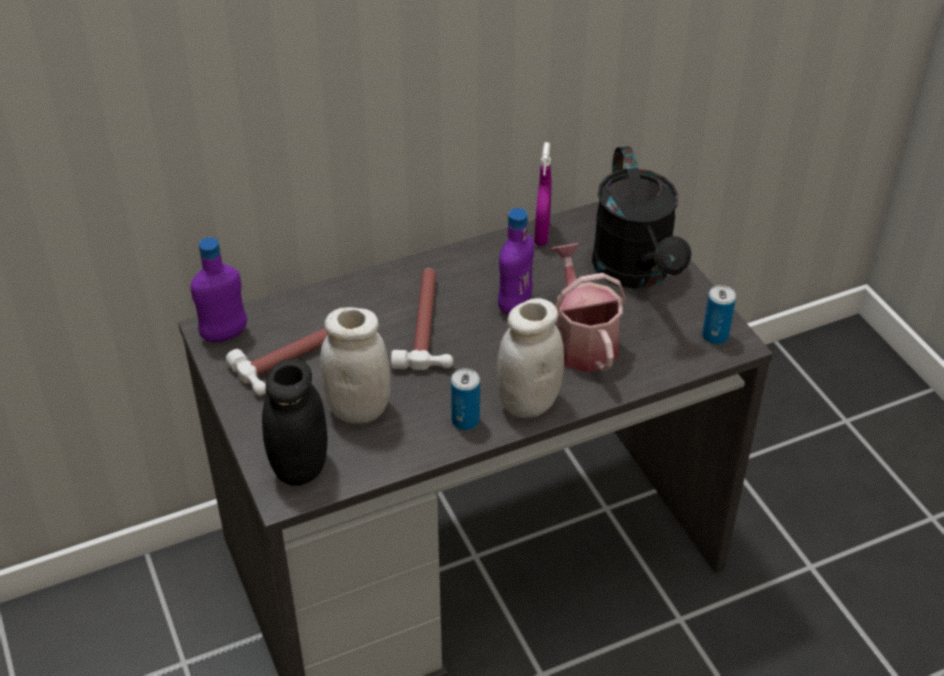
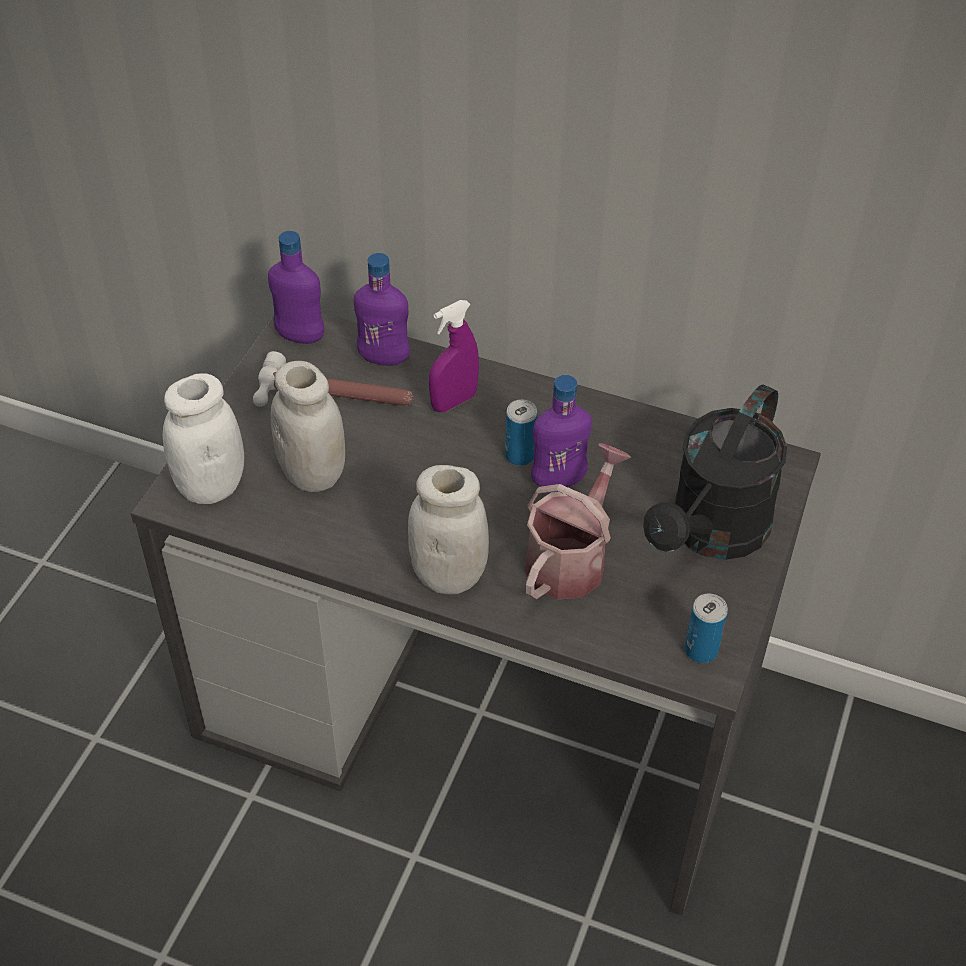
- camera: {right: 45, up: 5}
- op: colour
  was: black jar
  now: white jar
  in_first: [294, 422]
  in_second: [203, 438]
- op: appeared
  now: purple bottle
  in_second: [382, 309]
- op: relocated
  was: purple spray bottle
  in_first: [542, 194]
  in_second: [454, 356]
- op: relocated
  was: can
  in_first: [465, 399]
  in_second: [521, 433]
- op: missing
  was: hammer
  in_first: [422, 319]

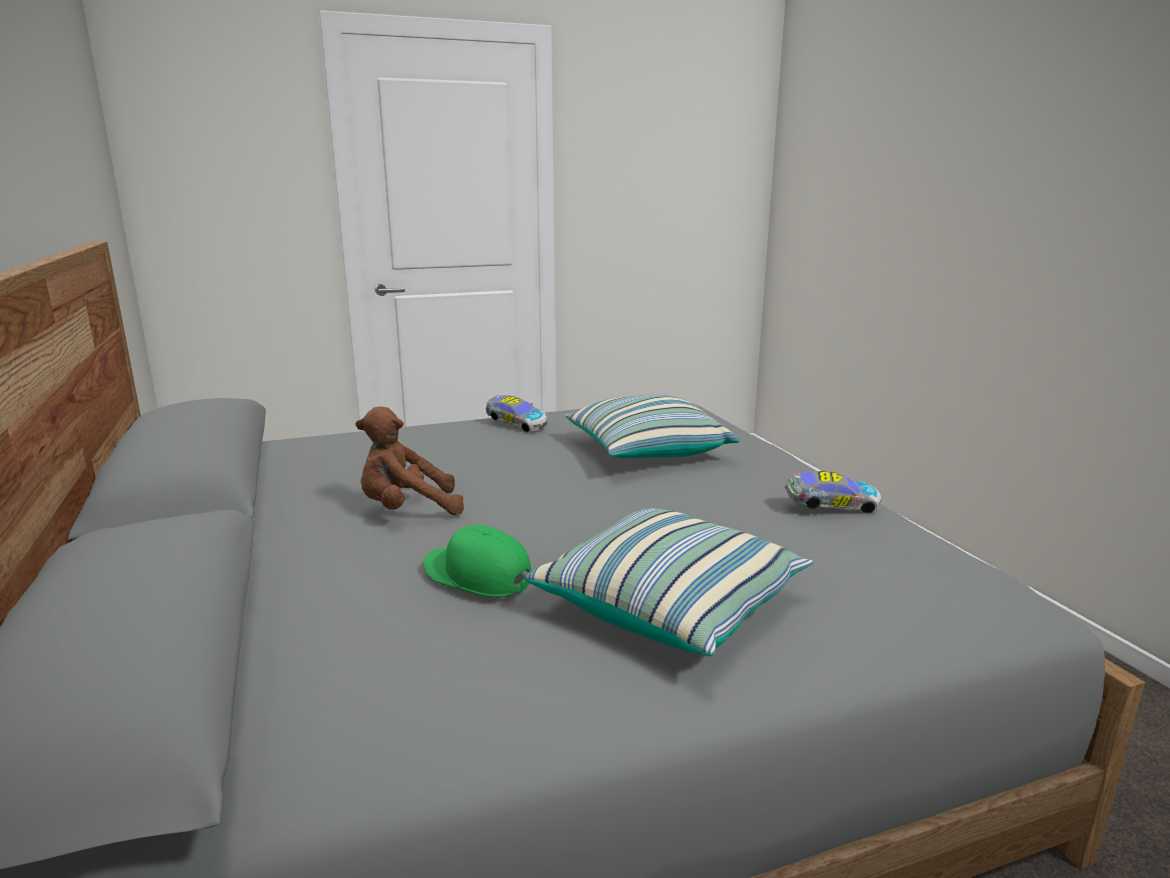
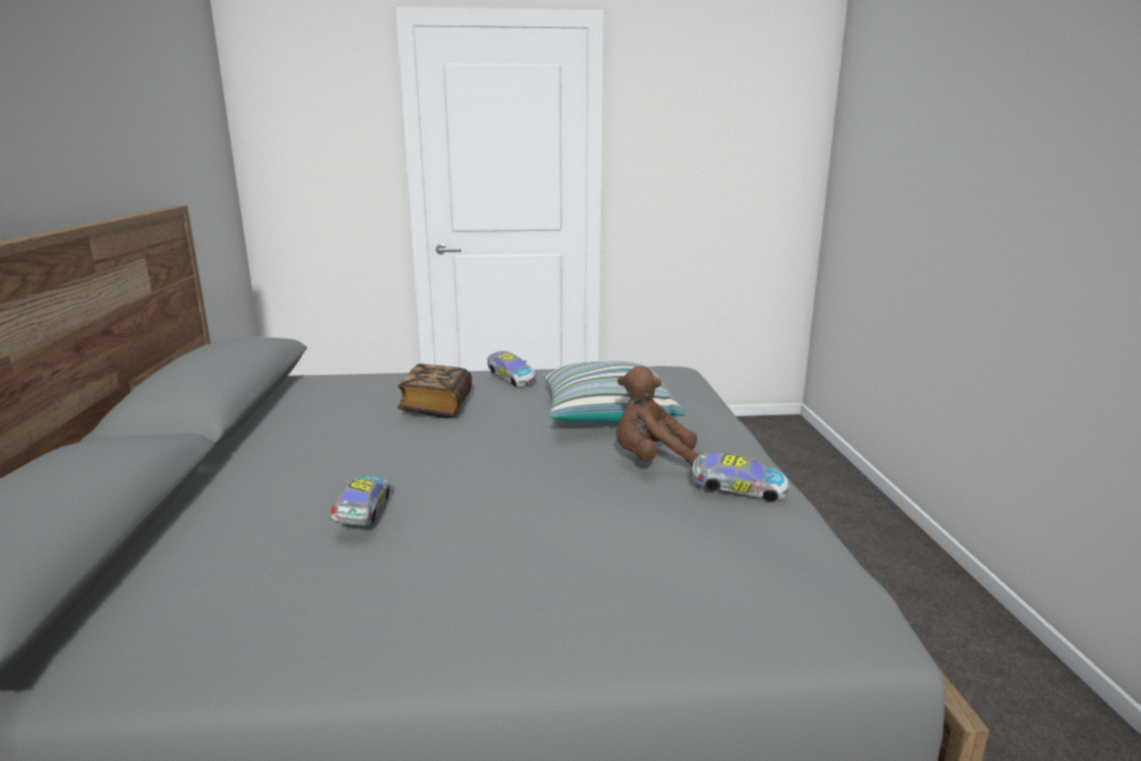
- camera: {right: 15, up: 0}
- op: exchanged
  was: green cap
  now: toy car
  in_first: [477, 561]
  in_second: [360, 501]
- op: appeared
  now: book
  in_second: [435, 391]
- op: relocated
  was: brown plush toy
  in_first: [409, 460]
  in_second: [659, 416]
- op: missing
  was: pillow
  in_first: [669, 582]

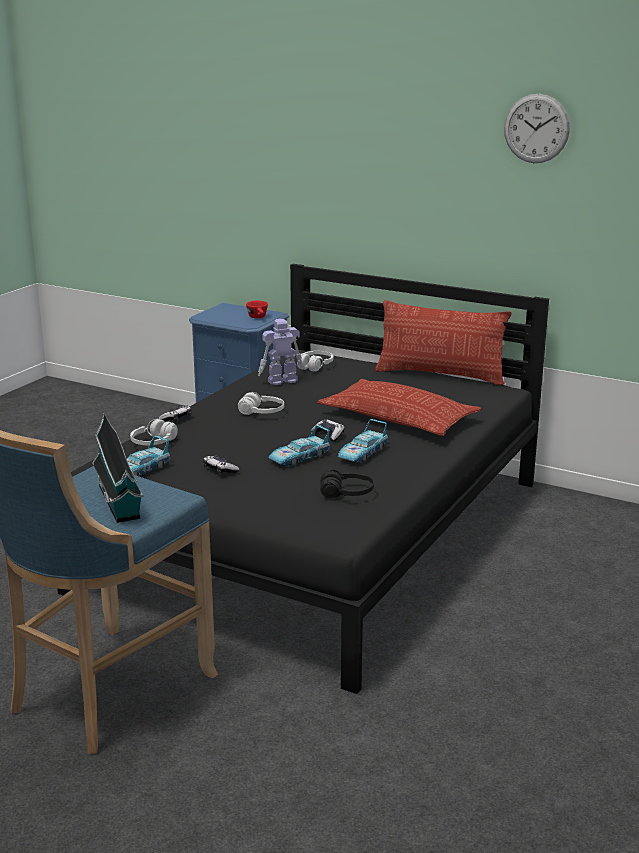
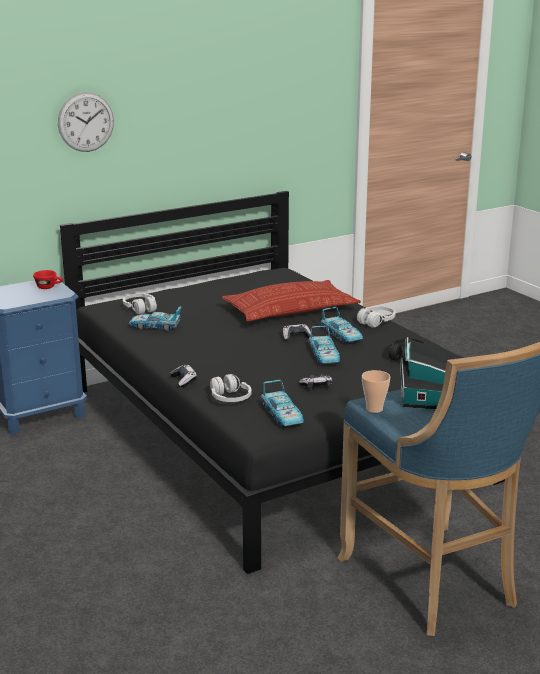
- camera: {right: -60, up: 0}
- op: relocated
  was: wall clock
  in_first: [537, 128]
  in_second: [86, 122]
- op: exchanged
  was: toy robot
  now: toy car
  in_first: [280, 352]
  in_second: [155, 319]
- op: relocated
  was: white headphones
  in_first: [261, 403]
  in_second: [376, 317]
- op: appeared
  now: cup
  in_second: [376, 391]
- op: missing
  was: pillow
  in_first: [443, 342]

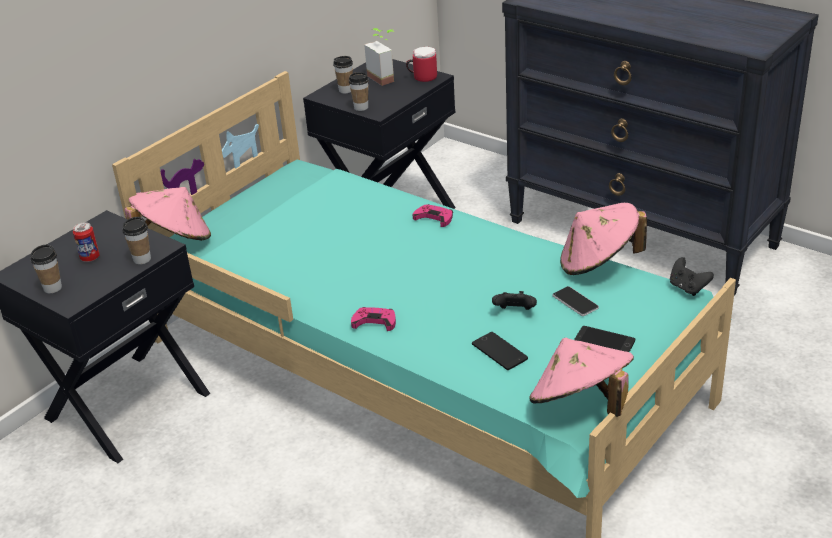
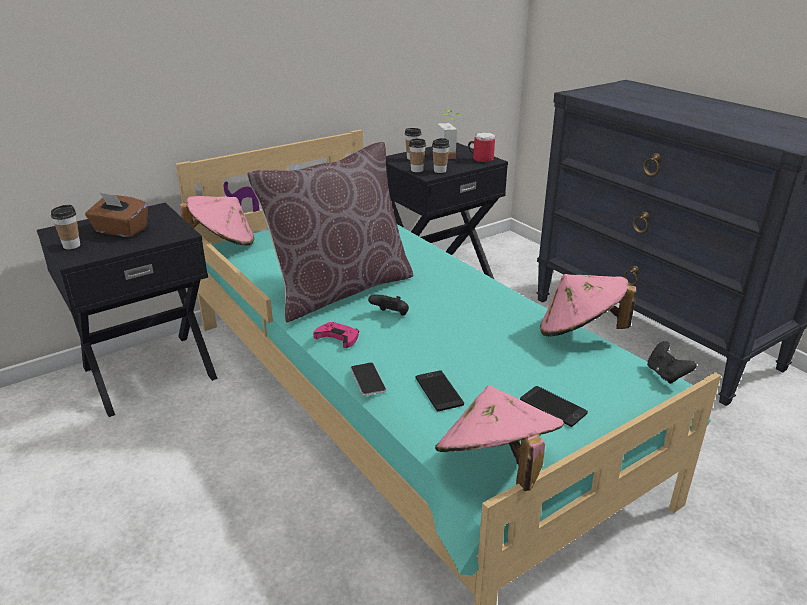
- camera: {right: 15, up: -5}
- op: exchanged
  was: can
  now: brown tissue box
  in_first: [86, 242]
  in_second: [116, 215]
- op: appeared
  now: brown pillow
  in_second: [330, 232]
- op: relocated
  was: phone
  in_first: [575, 301]
  in_second: [368, 379]
- op: relocated
  was: black game controller
  in_first: [514, 300]
  in_second: [388, 305]
- op: relocated
  was: cup
  in_first: [137, 240]
  in_second: [441, 155]
- op: missing
  was: pink game controller
  in_first: [433, 215]

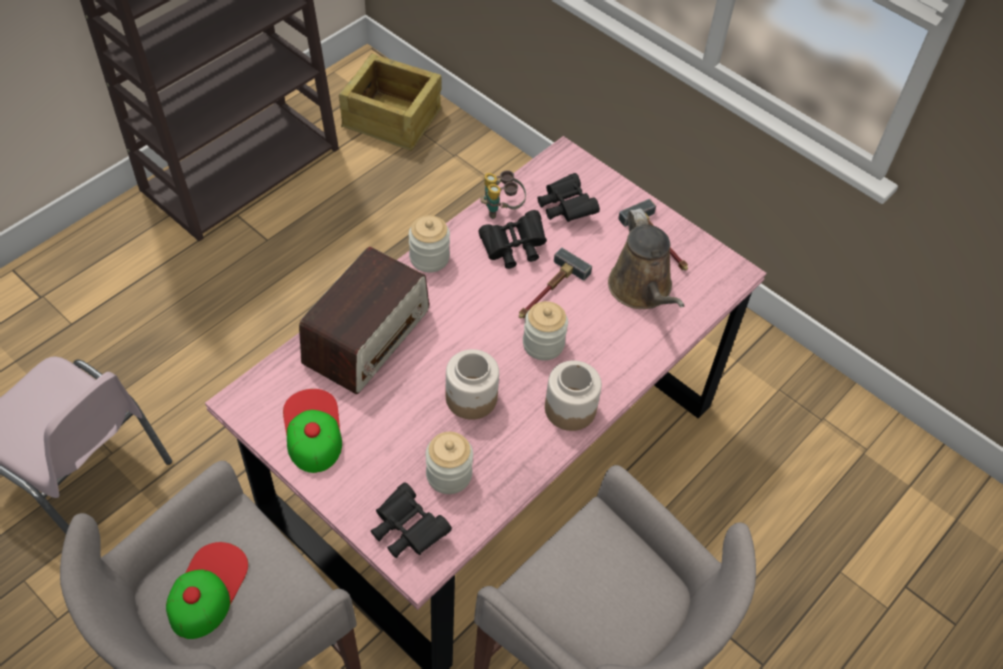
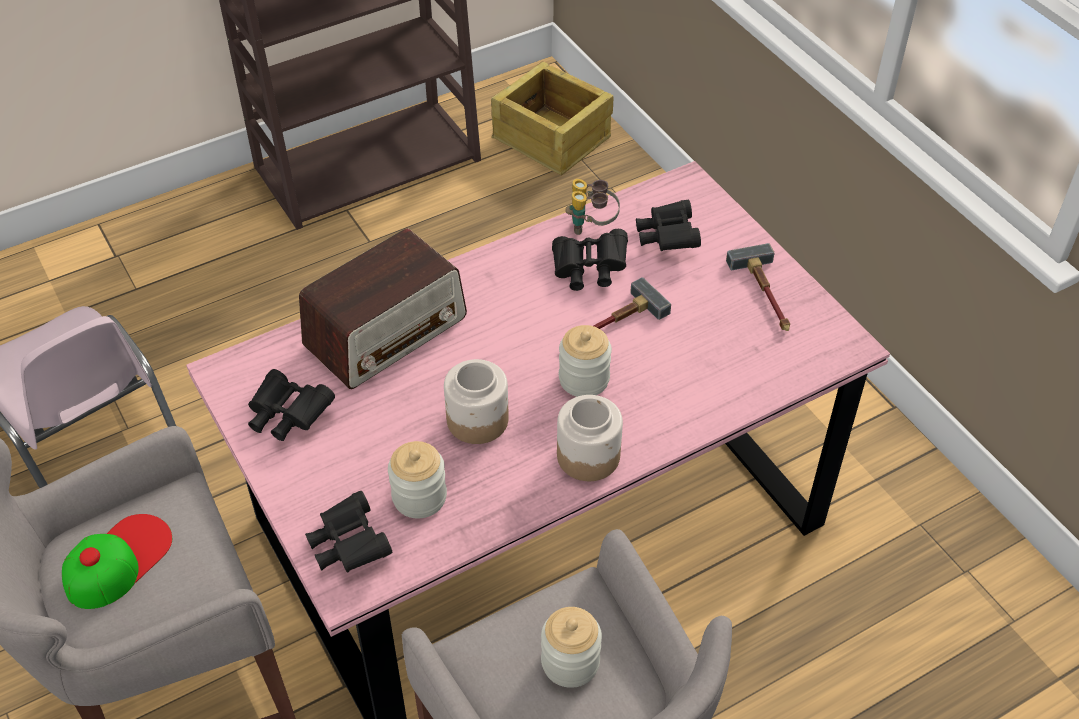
- camera: {right: 20, up: -5}
- op: exchanged
  was: cap
  now: black binoculars
  in_first: [312, 431]
  in_second: [291, 405]
- op: relocated
  was: jar
  in_first: [429, 244]
  in_second: [571, 647]
- op: missing
  was: brown watering can
  in_first: [646, 258]

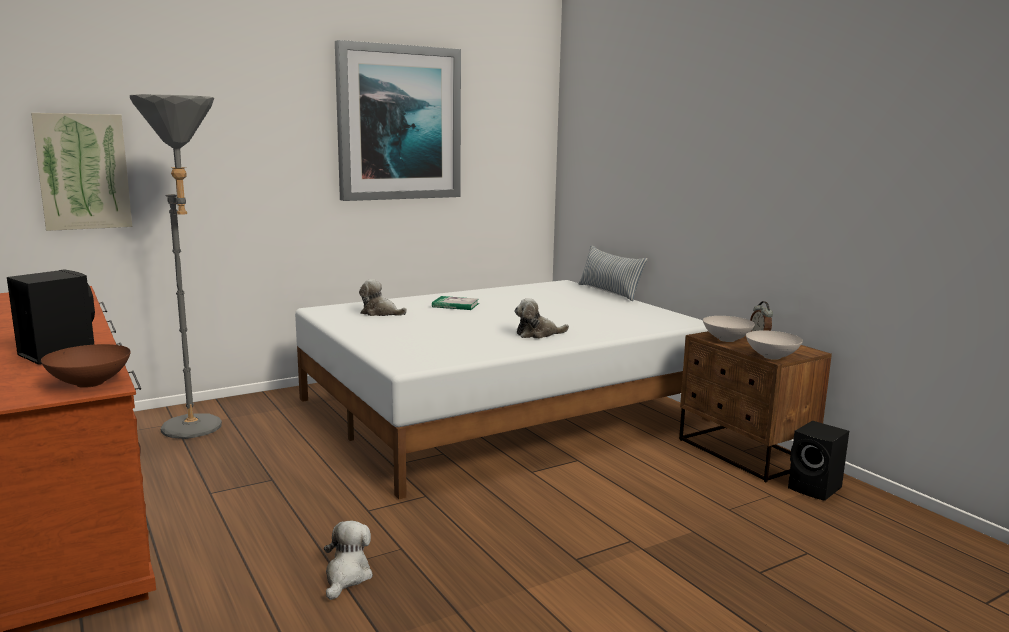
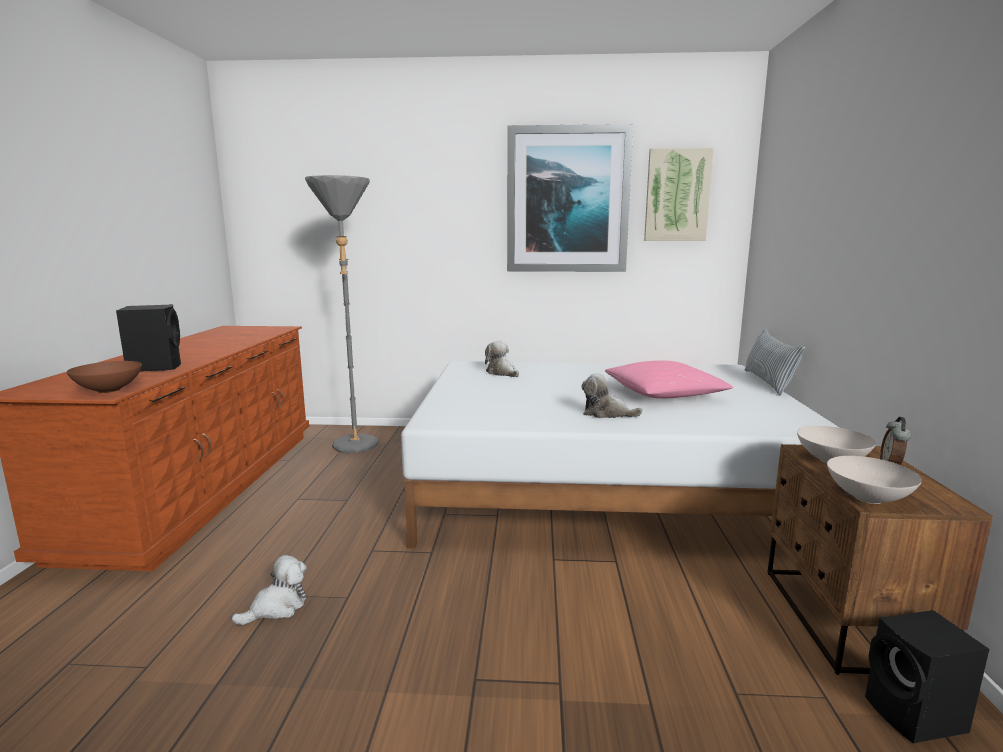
- camera: {right: 35, up: 0}
- op: appeared
  now: pink pillow
  in_second: [669, 379]
- op: relocated
  was: picture
  in_first: [81, 172]
  in_second: [679, 194]
- op: missing
  was: book
  in_first: [455, 303]

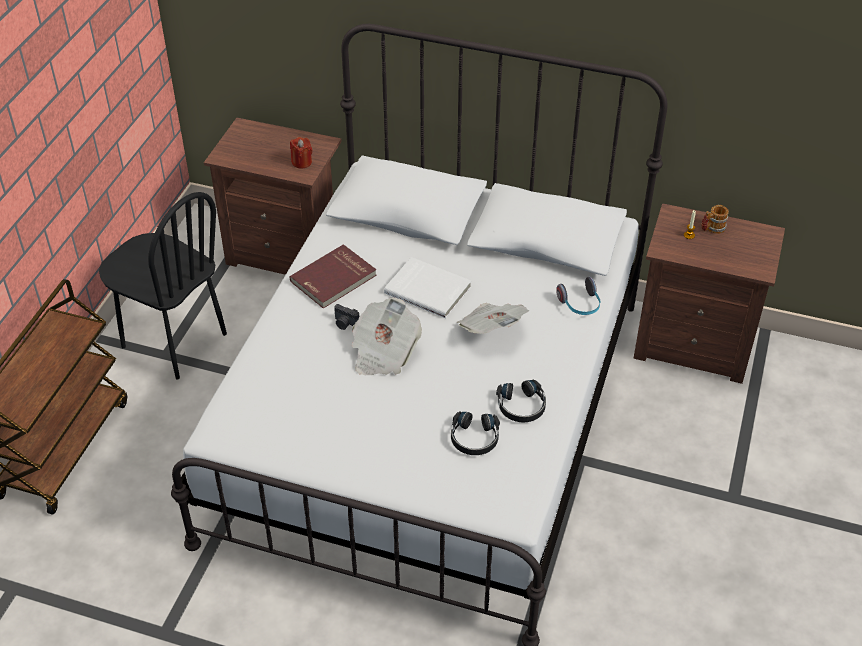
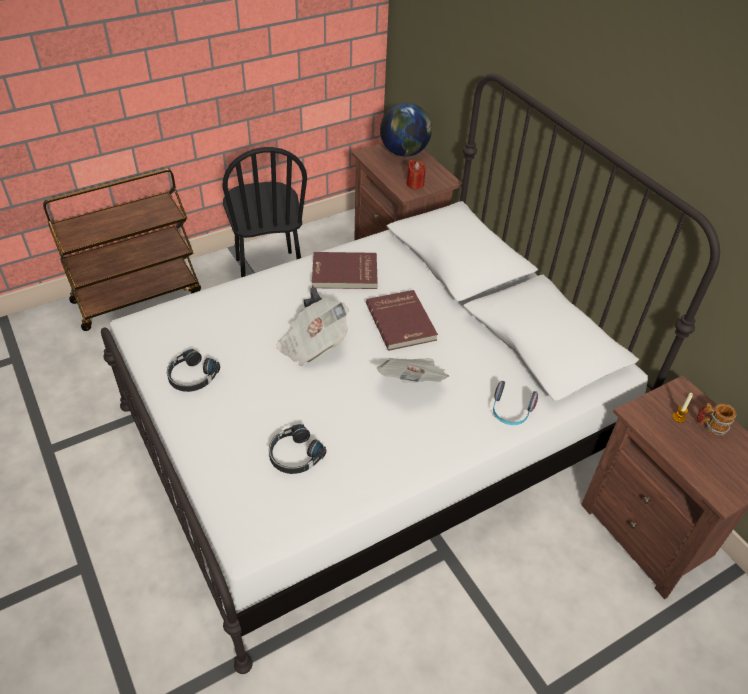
- camera: {right: 40, up: 0}
- op: relocated
  was: black headphones
  in_first: [521, 401]
  in_second: [193, 370]
- op: colour
  was: white book
  now: red book
  in_first: [427, 287]
  in_second: [402, 320]
- op: appeared
  now: globe
  in_second: [406, 130]

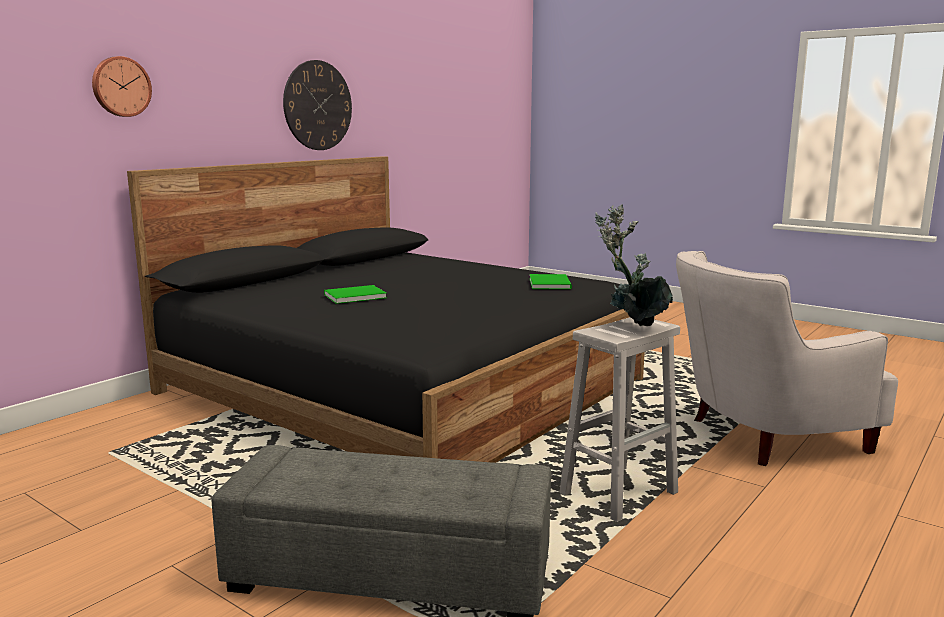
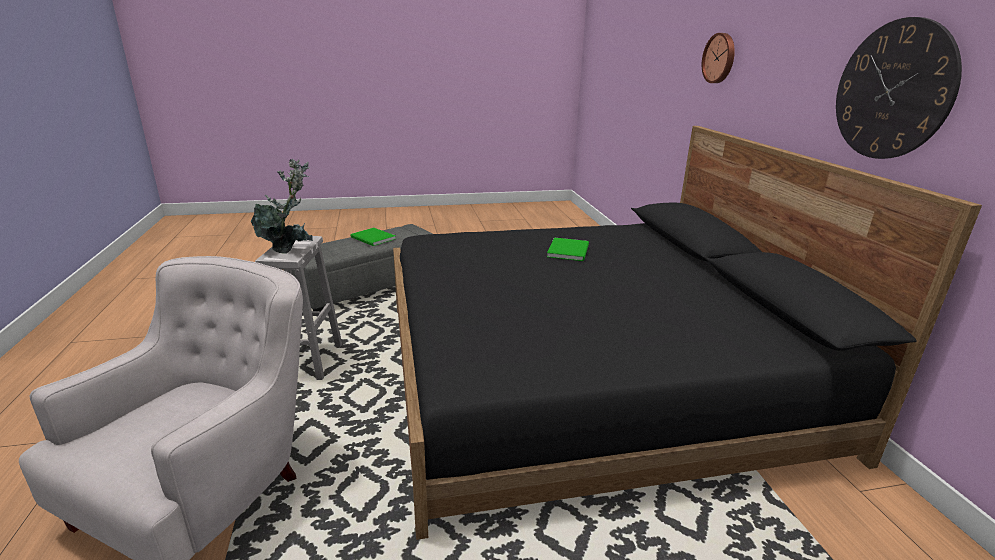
- camera: {right: 130, up: 10}
- op: relocated
  was: green book
  in_first: [550, 281]
  in_second: [372, 237]

